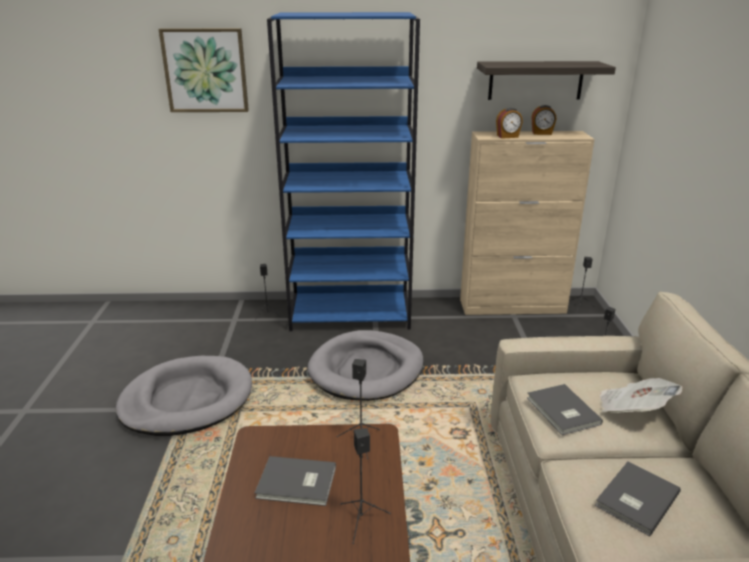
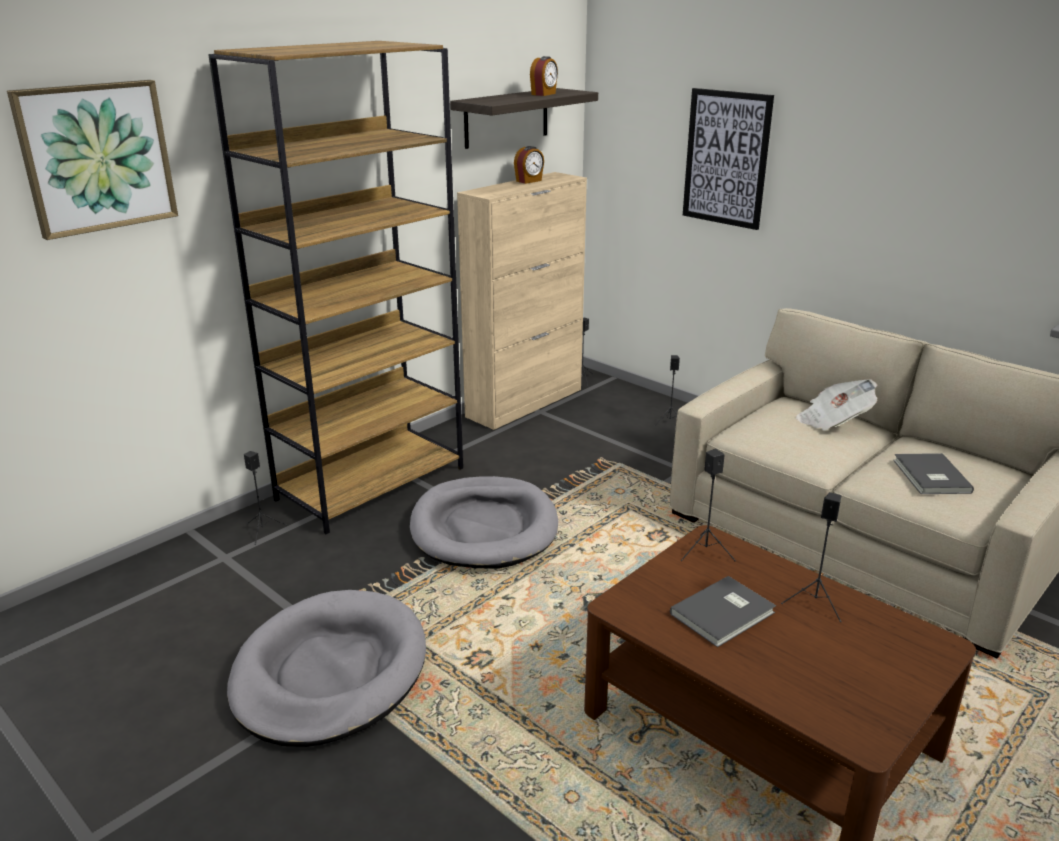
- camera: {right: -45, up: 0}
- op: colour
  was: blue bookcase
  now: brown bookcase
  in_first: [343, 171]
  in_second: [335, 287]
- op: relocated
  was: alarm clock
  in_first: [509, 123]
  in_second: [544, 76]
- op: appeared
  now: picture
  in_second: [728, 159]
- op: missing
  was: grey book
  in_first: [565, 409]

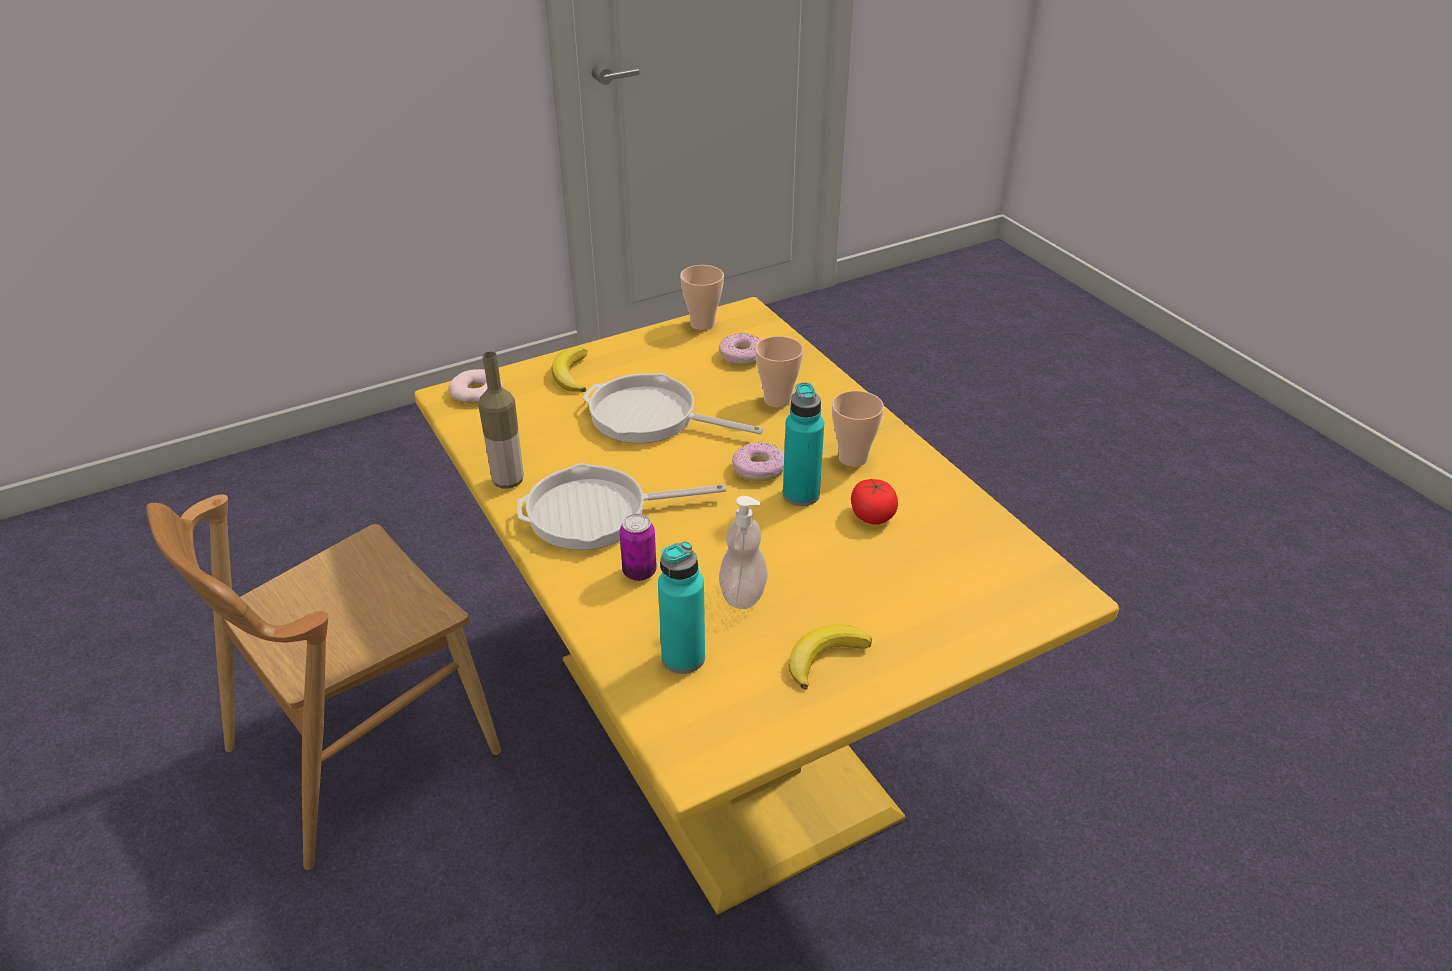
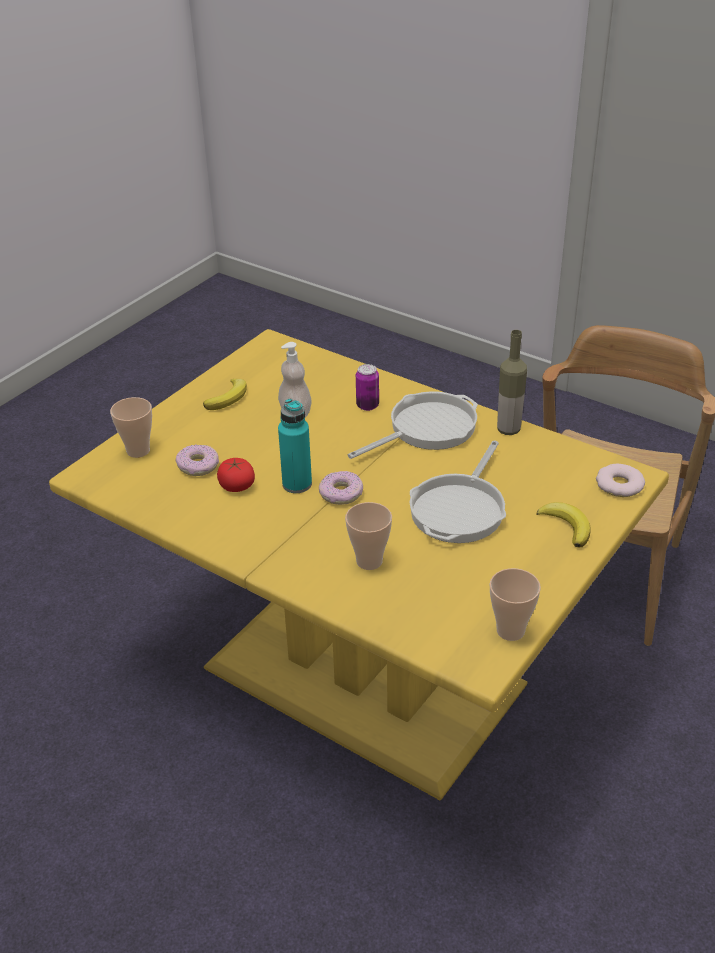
- camera: {right: 155, up: 0}
- op: relocated
  was: cup
  in_first: [858, 429]
  in_second: [131, 427]
- op: relocated
  was: donut
  in_first: [740, 349]
  in_second: [197, 460]
- op: spun
  was: frying pan
  in_first: [673, 408]
  in_second: [457, 492]
  clockwise: 120
- op: missing
  was: turquoise bottle
  in_first: [681, 607]

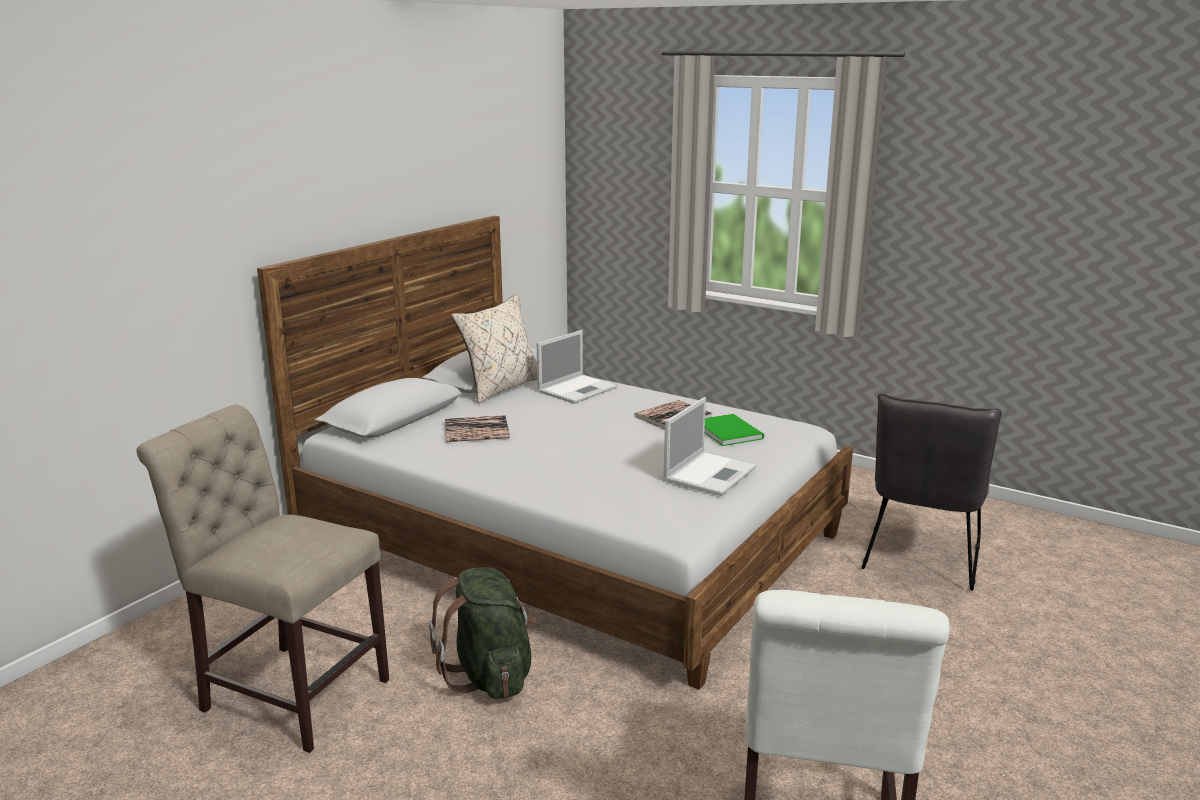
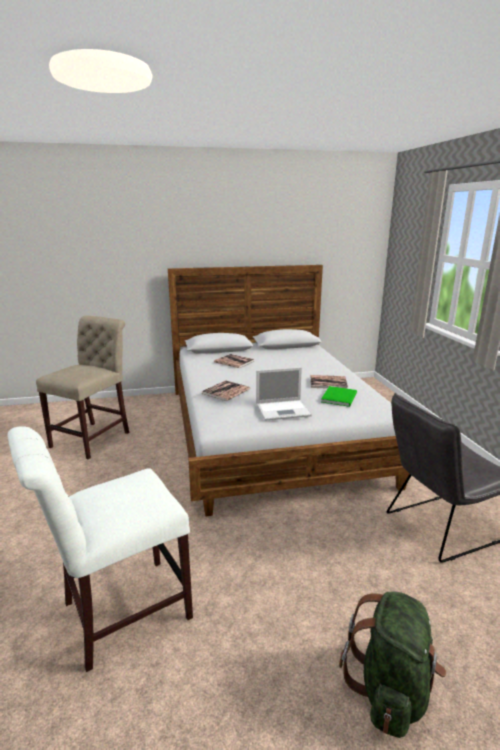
- camera: {right: 45, up: 0}
- op: spun
  was: beige chair
  in_first: [263, 579]
  in_second: [82, 387]
  clockwise: 45
- op: appeared
  now: book
  in_second: [226, 390]
- op: relocated
  was: green backpack
  in_first: [482, 633]
  in_second: [393, 664]
- op: missing
  was: beige pillow
  in_first: [494, 349]
- op: missing
  was: laptop
  in_first: [577, 367]

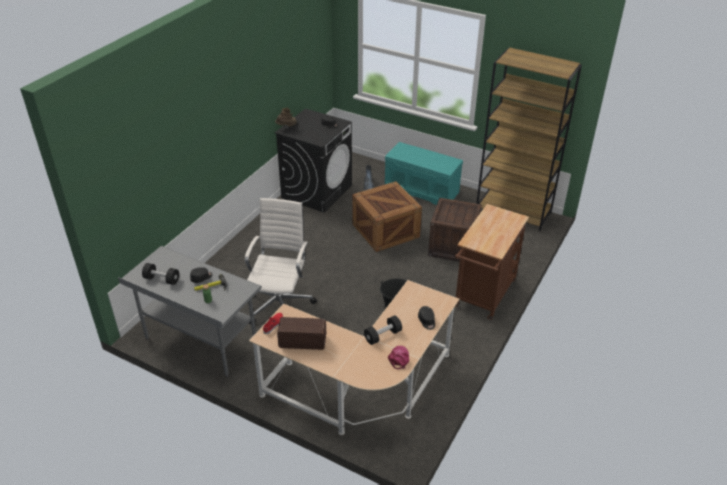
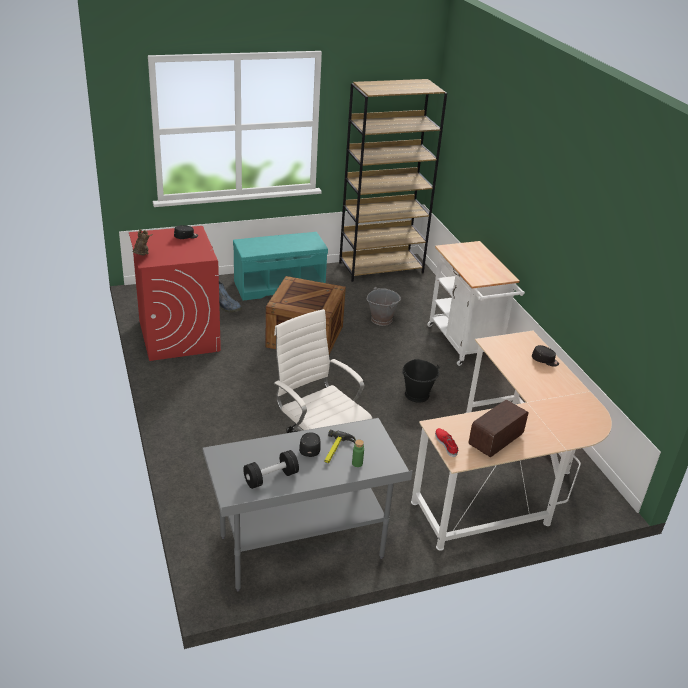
- camera: {right: -50, up: -5}
- op: colour
  was: black washing machine
  now: red washing machine
  in_first: [313, 160]
  in_second: [175, 293]
- op: exchanged
  was: crate
  now: grey bucket
  in_first: [455, 230]
  in_second: [384, 306]
- op: colour
  was: brown cart
  now: white cart
  in_first: [492, 262]
  in_second: [476, 303]
- op: missing
  was: black dumbbell
  in_first: [383, 330]
- op: missing
  was: pink cap
  in_first: [398, 357]

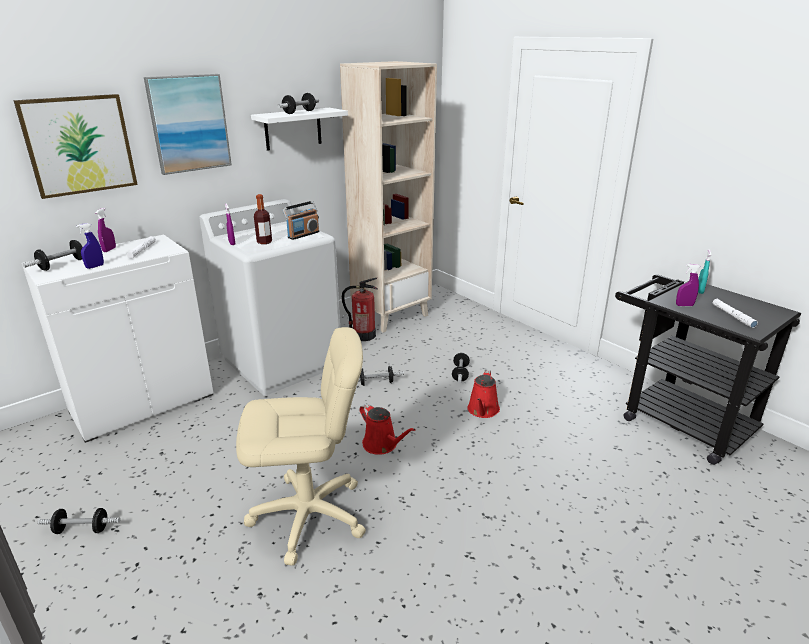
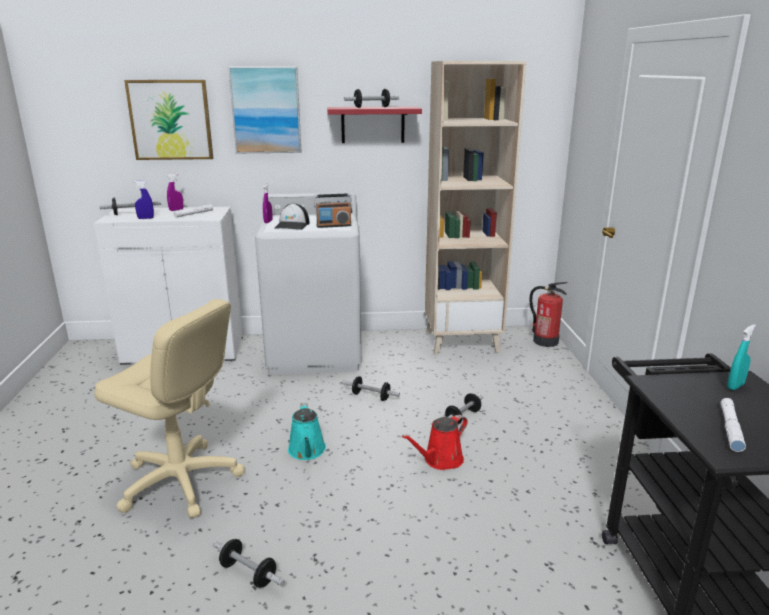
- camera: {right: 35, up: -5}
- op: relocated
  was: dumbbell
  in_first: [79, 521]
  in_second: [249, 563]
- op: exchanged
  was: bottle
  now: cap
  in_first: [263, 219]
  in_second: [292, 216]
- op: colour
  was: red watering can
  now: turquoise watering can
  in_first: [388, 429]
  in_second: [307, 431]
- op: colour
  was: white shelf
  now: red shelf
  in_first: [299, 129]
  in_second: [375, 124]
- op: relocated
  was: fire extinguisher
  in_first: [360, 309]
  in_second: [548, 314]
- op: missing
  was: purple spray bottle
  in_first: [688, 285]

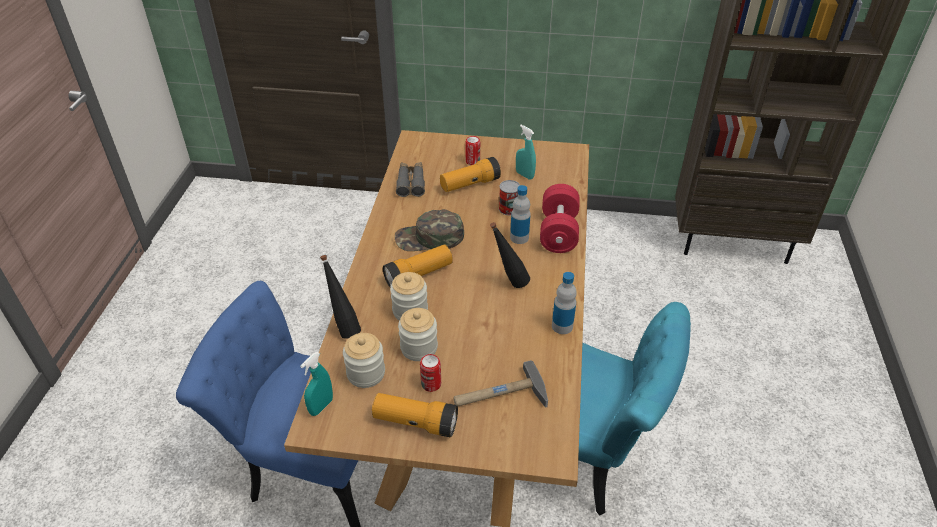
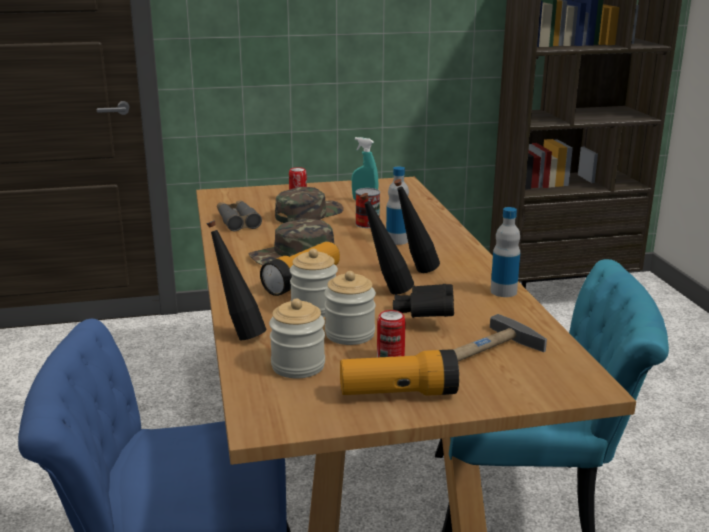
- camera: {right: -20, up: -20}
- op: exchanged
  was: flashlight
  now: green cap
  in_first: [470, 174]
  in_second: [309, 205]
- op: appeared
  now: black bottle
  in_second: [387, 244]
- op: appeared
  now: black binoculars
  in_second: [423, 301]
- op: missing
  was: turquoise spray bottle
  in_first: [316, 384]
- op: missing
  was: red dumbbell
  in_first: [560, 218]

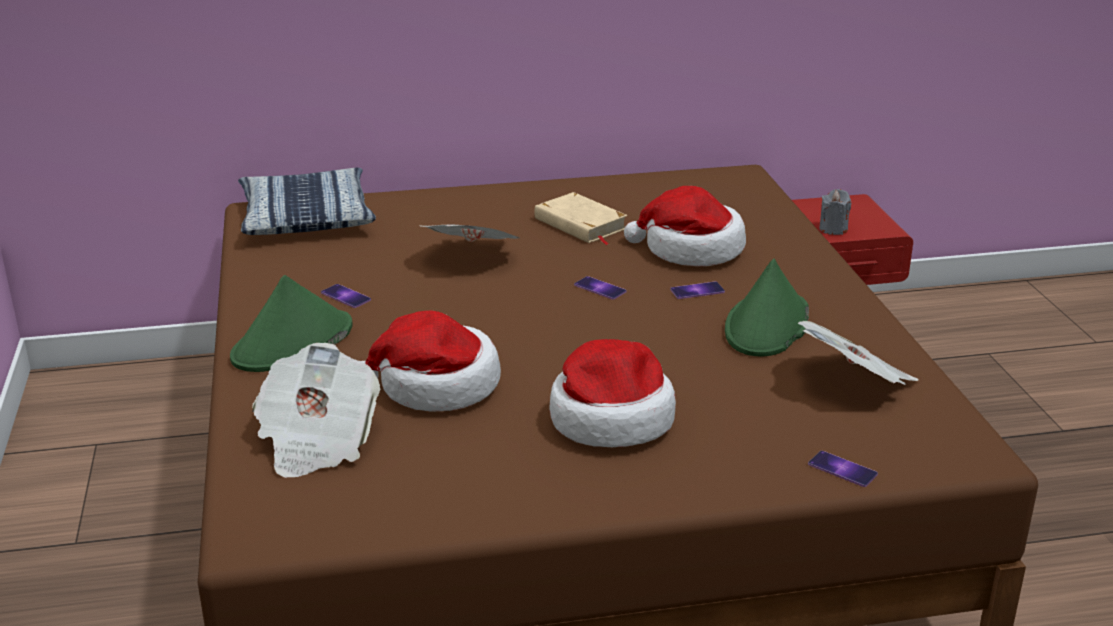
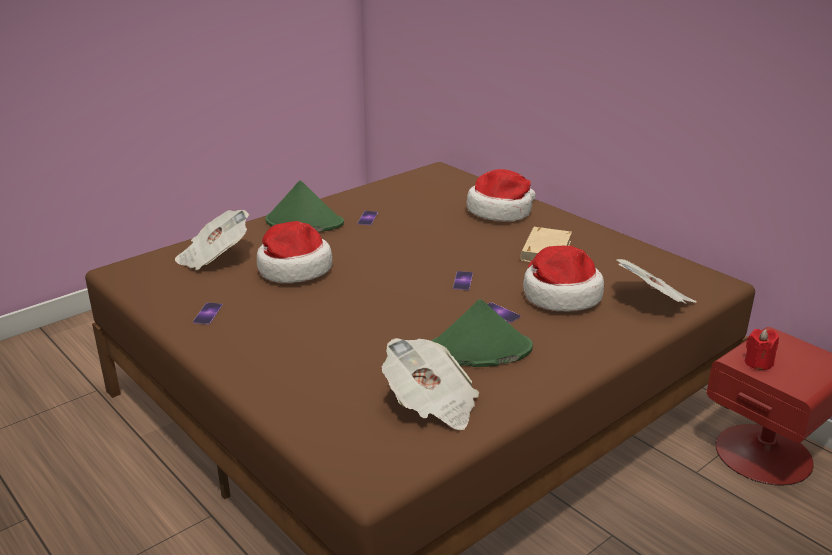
- camera: {right: 60, up: 0}
- op: relocated
  was: phone
  in_first: [843, 469]
  in_second: [208, 314]
- op: relocated
  was: hat
  in_first: [612, 393]
  in_second: [501, 195]
- op: relocated
  was: newspaper
  in_first: [470, 233]
  in_second: [656, 281]
- op: colour
  was: grey candle
  now: red candle
  in_first: [835, 212]
  in_second: [762, 349]
- op: missing
  was: pillow
  in_first: [307, 201]

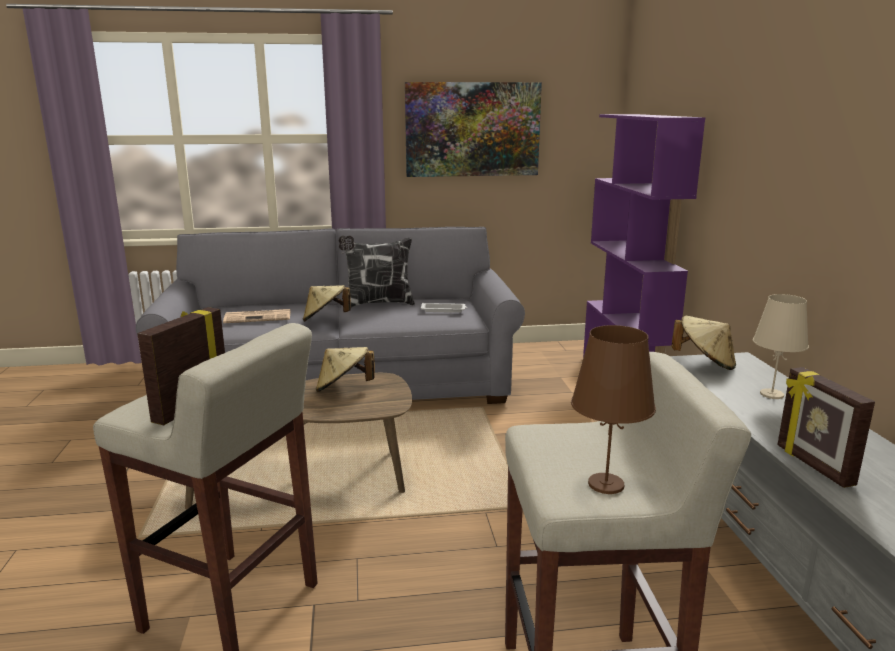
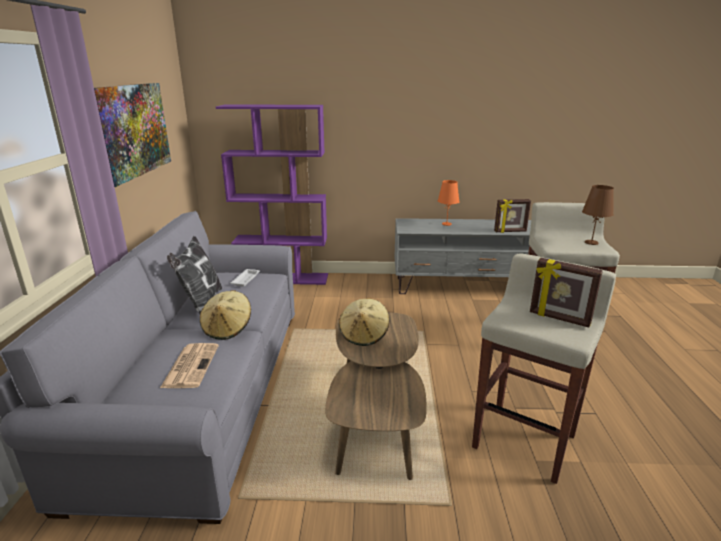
- camera: {right: -80, up: 5}
- op: colour
  was: beige table lamp
  now: orange table lamp
  in_first: [781, 346]
  in_second: [449, 203]
- op: missing
  was: beige hat
  in_first: [703, 343]

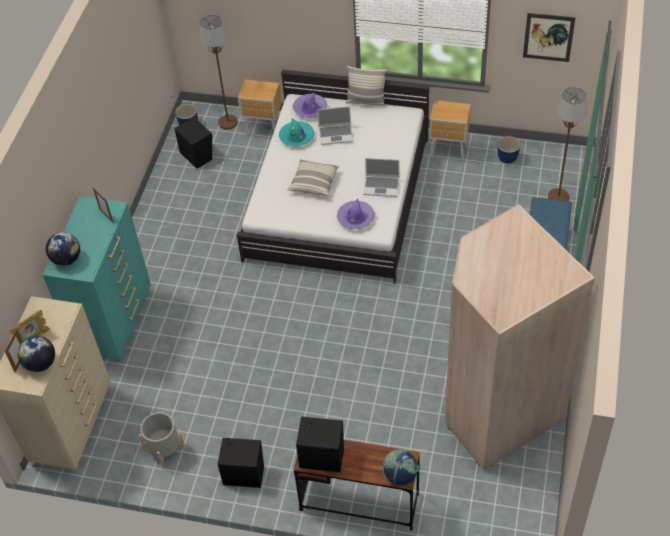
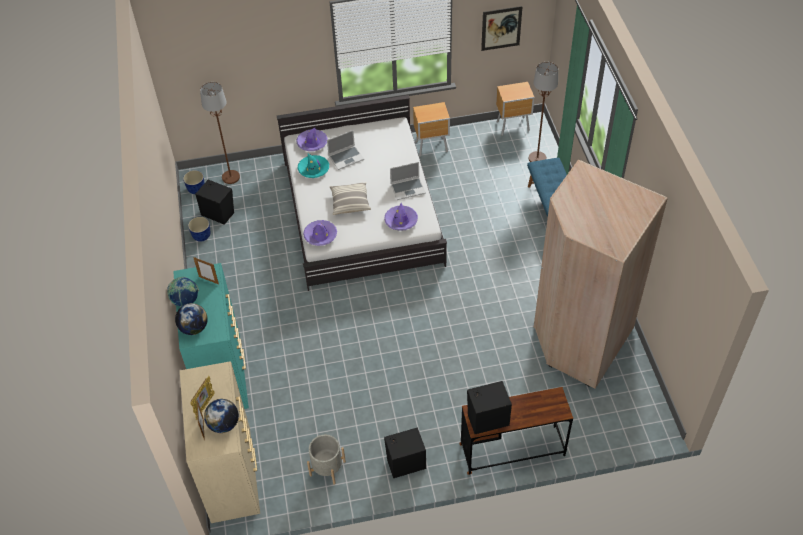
- camera: {right: -25, up: 0}
- op: relocated
  was: globe
  in_first: [400, 467]
  in_second: [183, 292]
- op: relocated
  was: planter
  in_first: [509, 149]
  in_second: [199, 229]
- op: appeared
  now: purple hat
  in_second: [320, 233]
- op: relocated
  was: brown nightstand
  in_first: [260, 107]
  in_second: [515, 109]
- op: missing
  was: pillow
  in_first: [366, 86]

